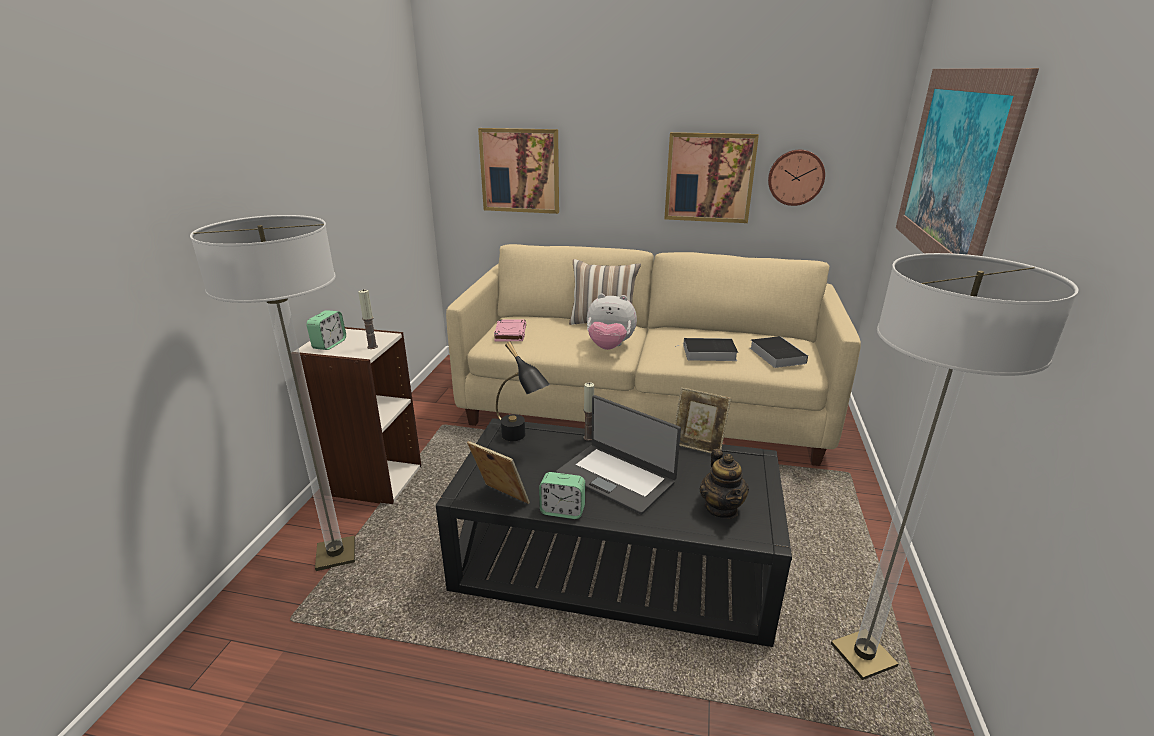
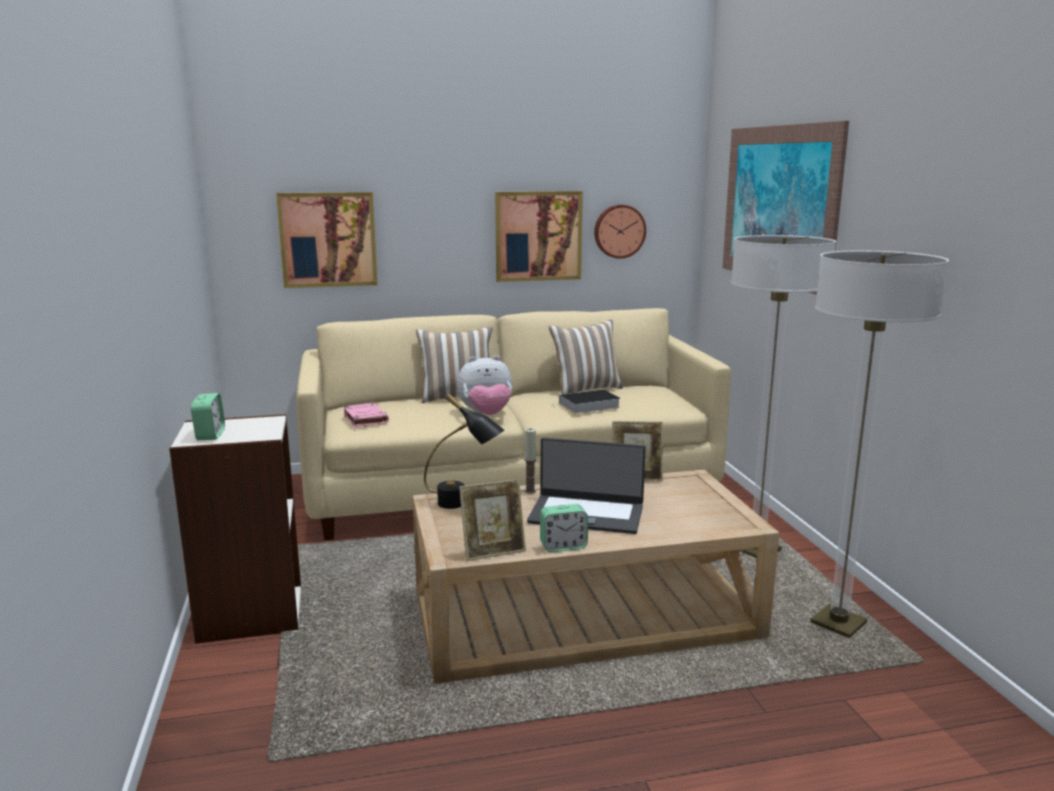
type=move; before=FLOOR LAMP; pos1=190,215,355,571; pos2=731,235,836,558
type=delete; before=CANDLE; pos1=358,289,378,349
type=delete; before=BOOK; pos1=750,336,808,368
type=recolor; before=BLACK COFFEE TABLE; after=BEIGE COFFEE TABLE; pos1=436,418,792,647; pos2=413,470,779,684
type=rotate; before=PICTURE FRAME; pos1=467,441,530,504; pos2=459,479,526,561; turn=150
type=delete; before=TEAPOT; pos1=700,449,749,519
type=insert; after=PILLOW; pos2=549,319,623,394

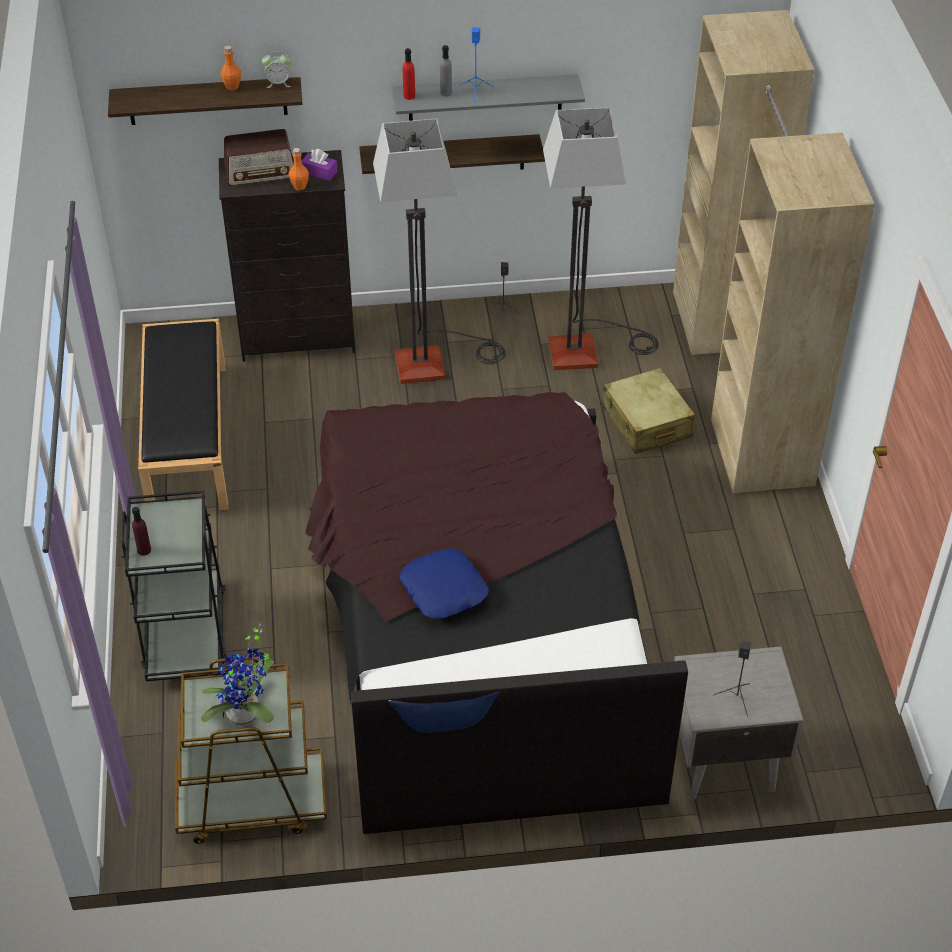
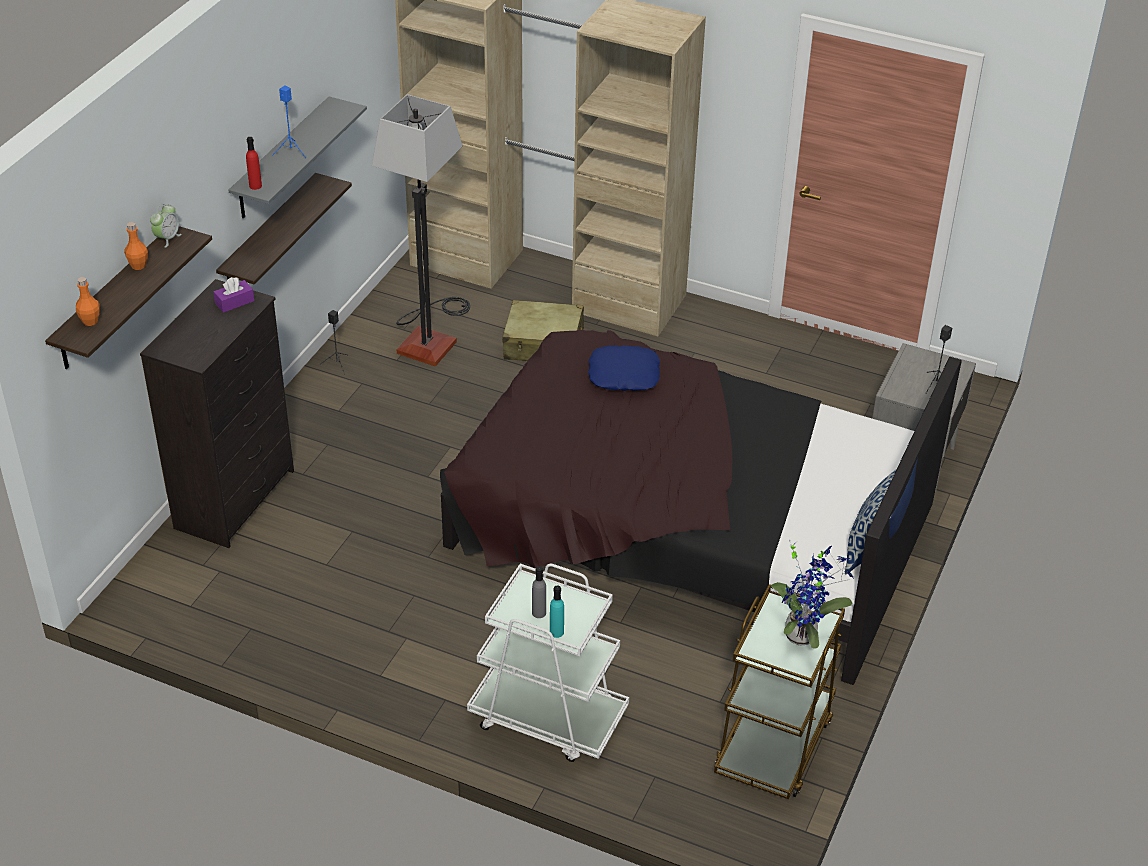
type=move; before=GREY BOTTLE; pos1=440,45,452,97; pos2=532,566,546,618
type=delete; before=FLOOR LAMP; pos1=373,118,506,384
type=delete; before=RADIO; pos1=224,129,294,186
type=move; before=ORANGE BOTTLE; pos1=289,148,309,190; pos2=76,277,99,326
type=delete; before=BLACK BENCH; pos1=138,319,228,510
type=recolor; before=BLACK CART; after=WHITE CART; pos1=121,491,227,681; pos2=467,563,629,762
type=recolor; before=PURPLE BOTTLE; after=TURQUOISE BOTTLE; pos1=132,507,151,556; pos2=550,585,564,638
type=move; before=BLUE PILLOW; pos1=400,548,489,619; pos2=588,345,660,391

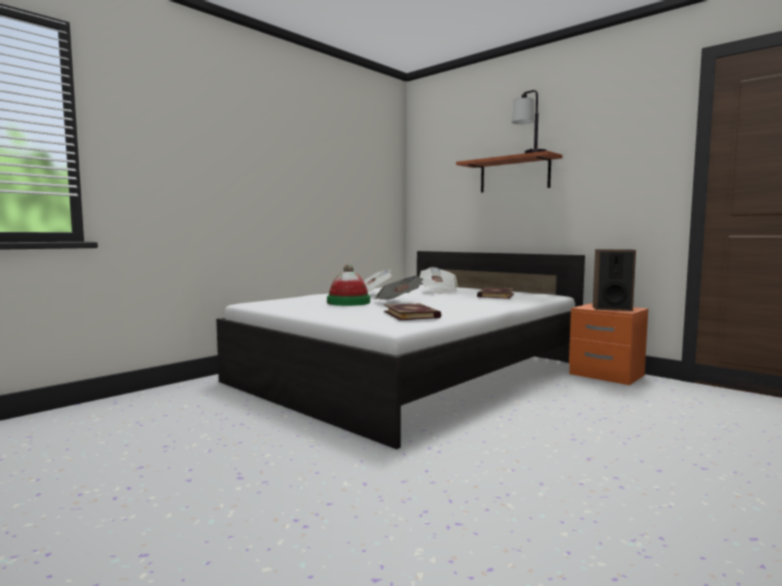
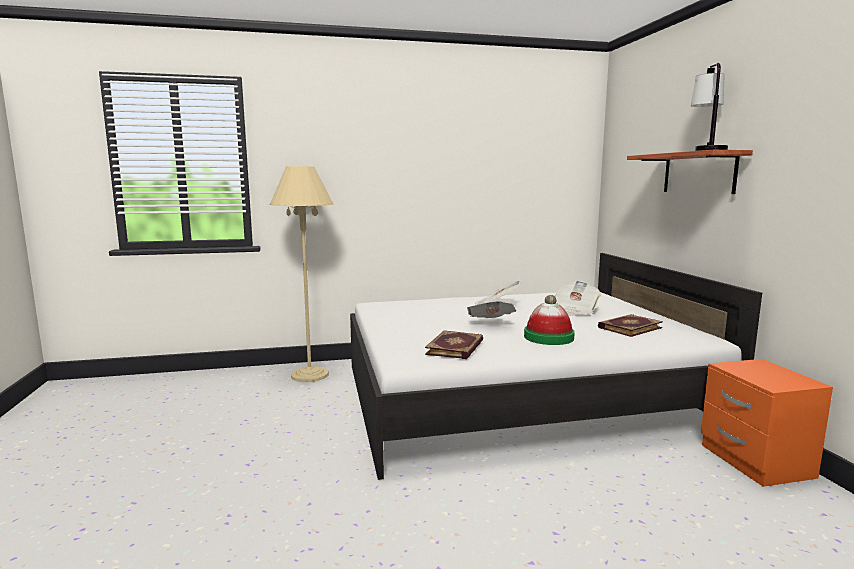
type=delete; before=SPEAKER; pos1=593,249,636,311
type=move; before=HAT; pos1=327,264,370,306; pos2=524,295,575,345
type=insert; after=BEIGE FLOOR LAMP; pos2=270,166,334,382

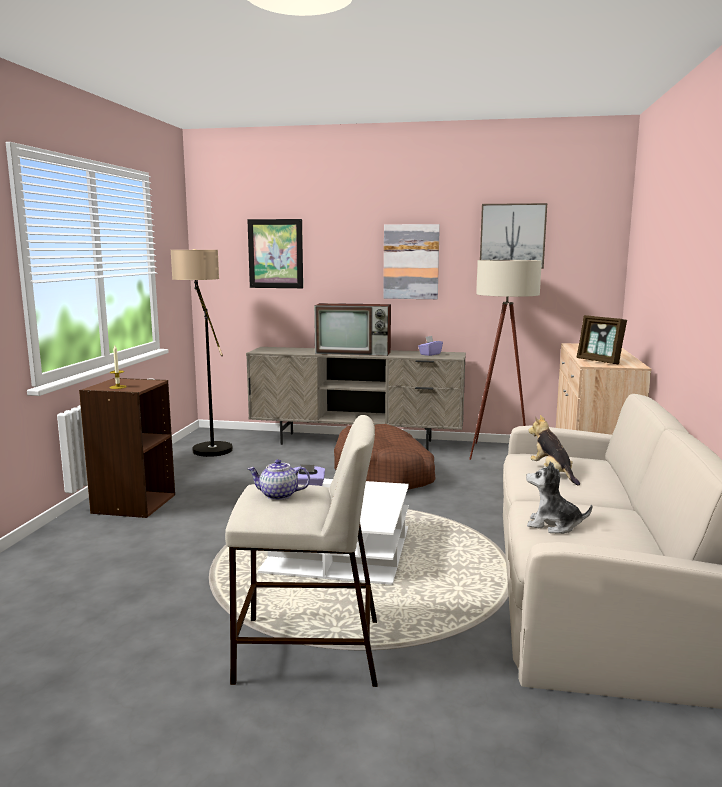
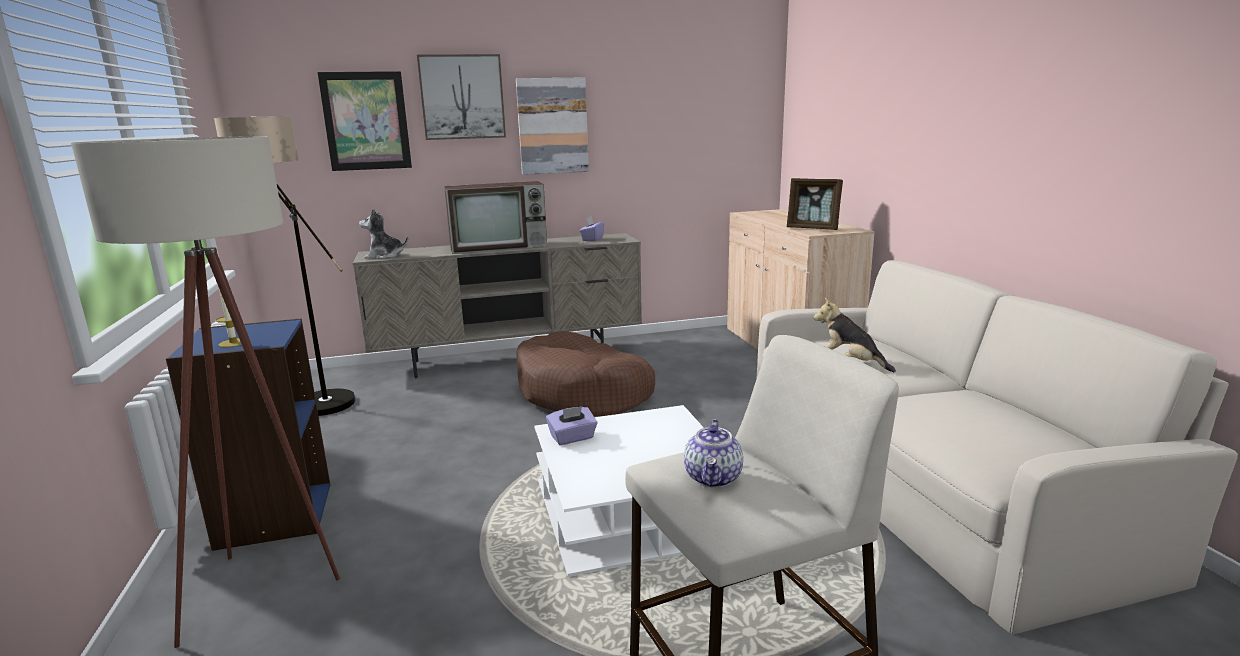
type=move; before=PICTURE; pos1=480,203,547,269; pos2=417,54,506,140
type=move; before=BEIGE FLOOR LAMP; pos1=469,260,542,460; pos2=71,136,340,648
type=recolor; before=BROWN BOOKCASE; after=BLUE BOOKCASE; pos1=79,378,175,518; pos2=166,318,330,551
type=rotate; before=TEAPOT; pos1=247,459,310,500; pos2=684,419,743,488; turn=-60
type=move; before=PLUSH TOY; pos1=526,461,592,534; pos2=359,209,408,259

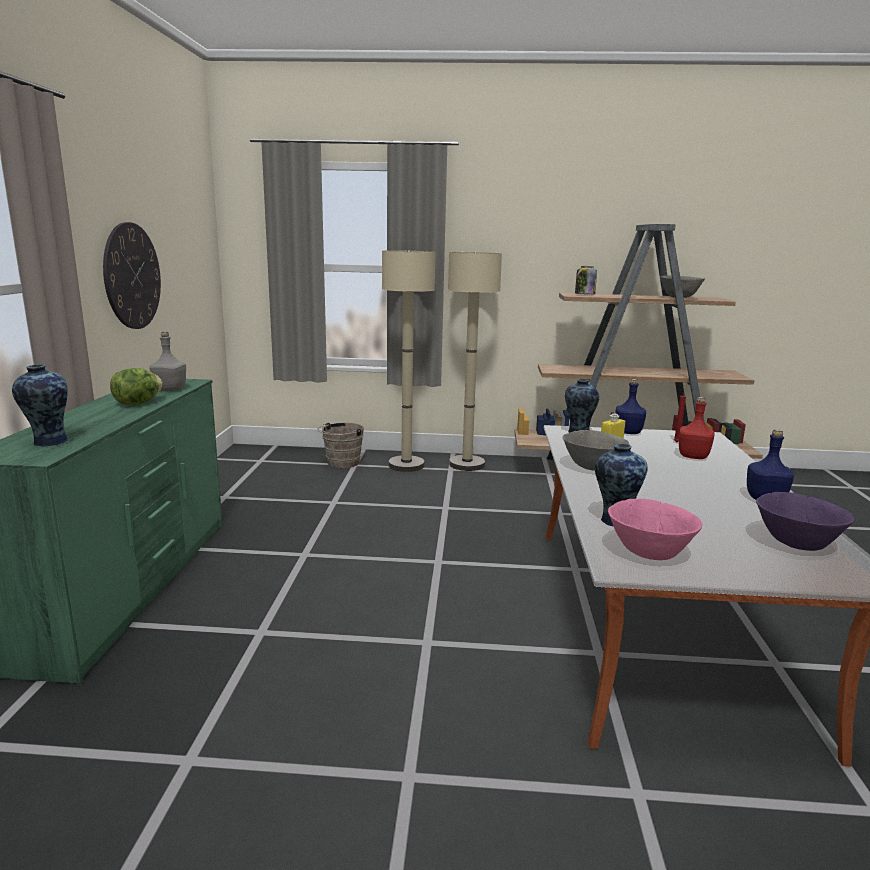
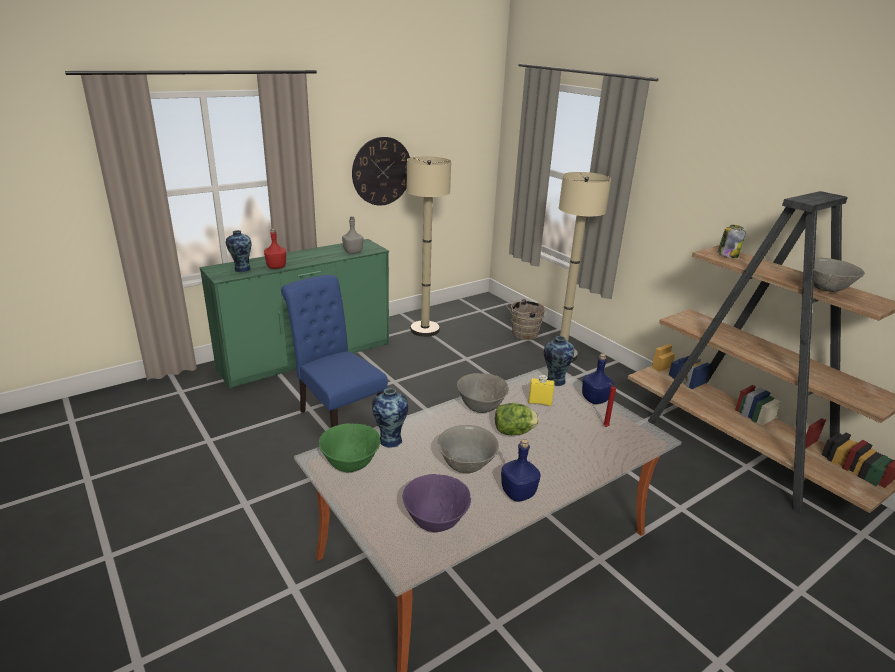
type=move; before=BEIGE FLOOR LAMP; pos1=448,252,502,471; pos2=406,156,451,337
type=move; before=LETTUCE; pos1=110,368,163,405; pos2=495,403,539,435
type=move; before=RED BOTTLE; pos1=679,397,715,459; pos2=264,229,286,269
type=recolor; before=PINK BOWL; after=GREEN BOWL; pos1=608,499,702,560; pos2=319,423,381,472
type=insert; after=BLUE CHAIR; pos2=281,275,388,427
type=insert; after=GREY BOWL; pos2=437,425,499,473

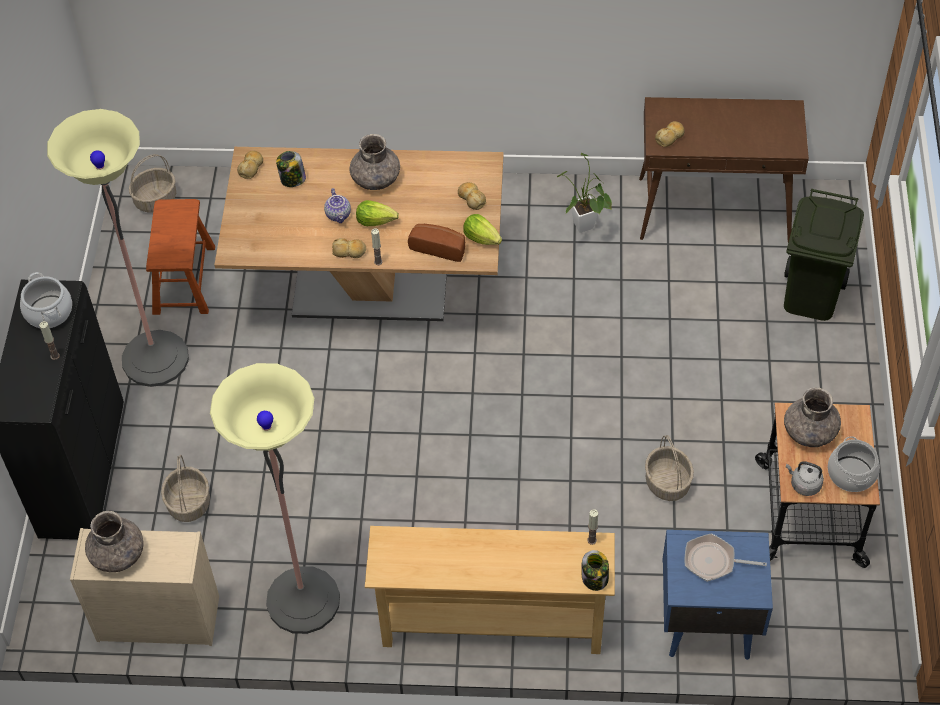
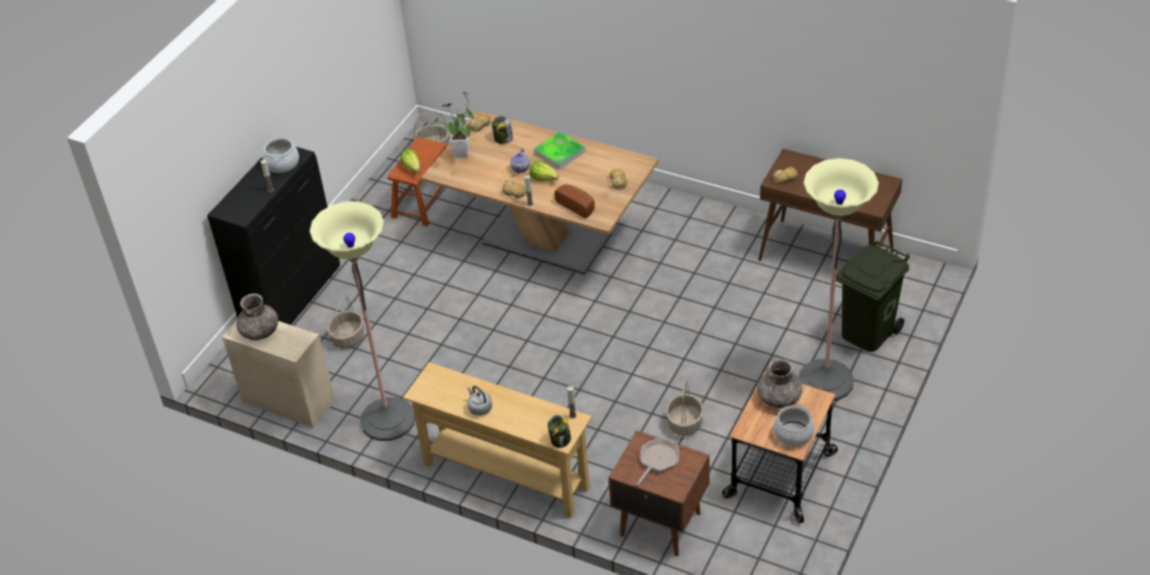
type=move; before=FLOOR LAMP; pos1=47,109,189,387; pos2=798,158,879,401
type=replace; before=GREY VASE; after=TRAY; pos1=350,134,400,190; pos2=534,132,585,169
type=move; before=POTTED PLANT; pos1=557,152,612,233; pos2=429,92,474,158
type=move; before=LETTUCE; pos1=463,214,502,245; pos2=401,149,420,173
type=move; before=GREY KETTLE; pos1=786,461,824,496; pos2=467,386,492,416
type=recolor; before=BLUE NIGHTSTAND; after=BROWN NIGHTSTAND; pos1=663,530,773,660; pos2=608,430,709,556
type=rotate; before=FRYING PAN; pos1=684,533,767,582; pos2=636,438,679,486; turn=90

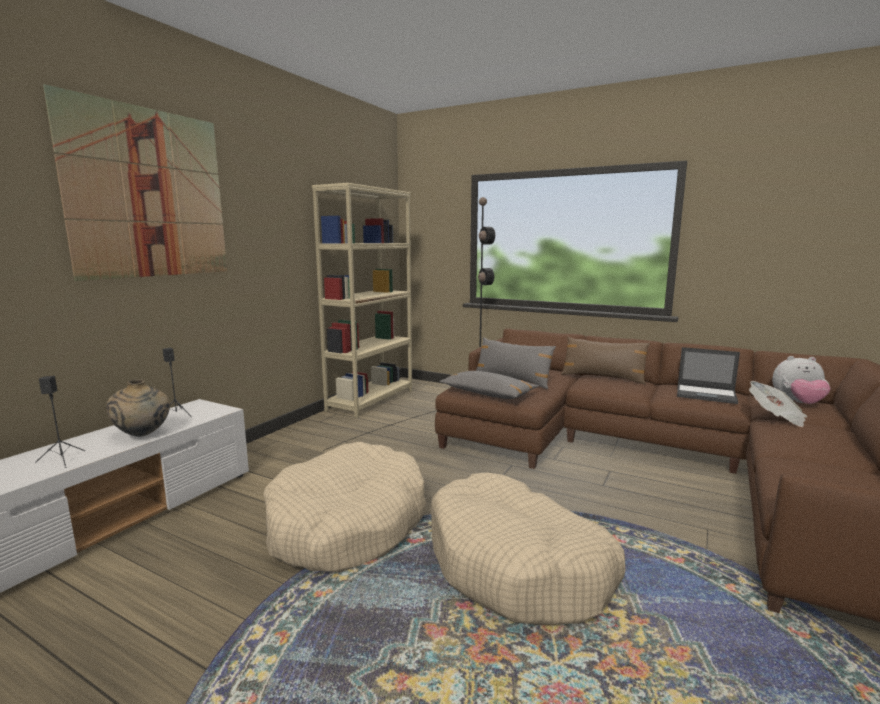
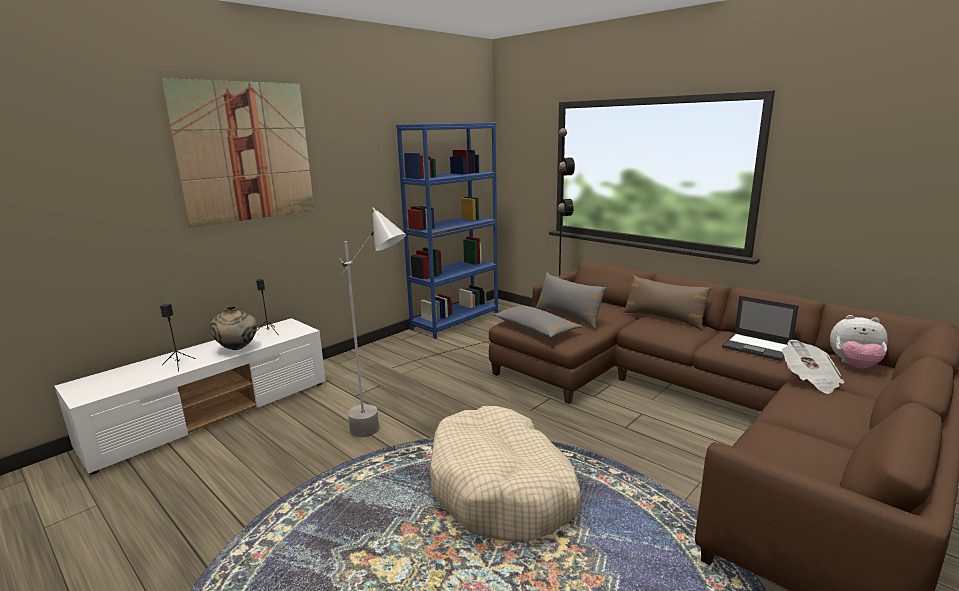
type=recolor; before=BEIGE BOOKCASE; after=BLUE BOOKCASE; pos1=312,183,412,418; pos2=396,123,498,339
type=replace; before=BEIGE DOG BED; after=GREY FLOOR LAMP; pos1=264,442,427,572; pos2=340,207,406,437

